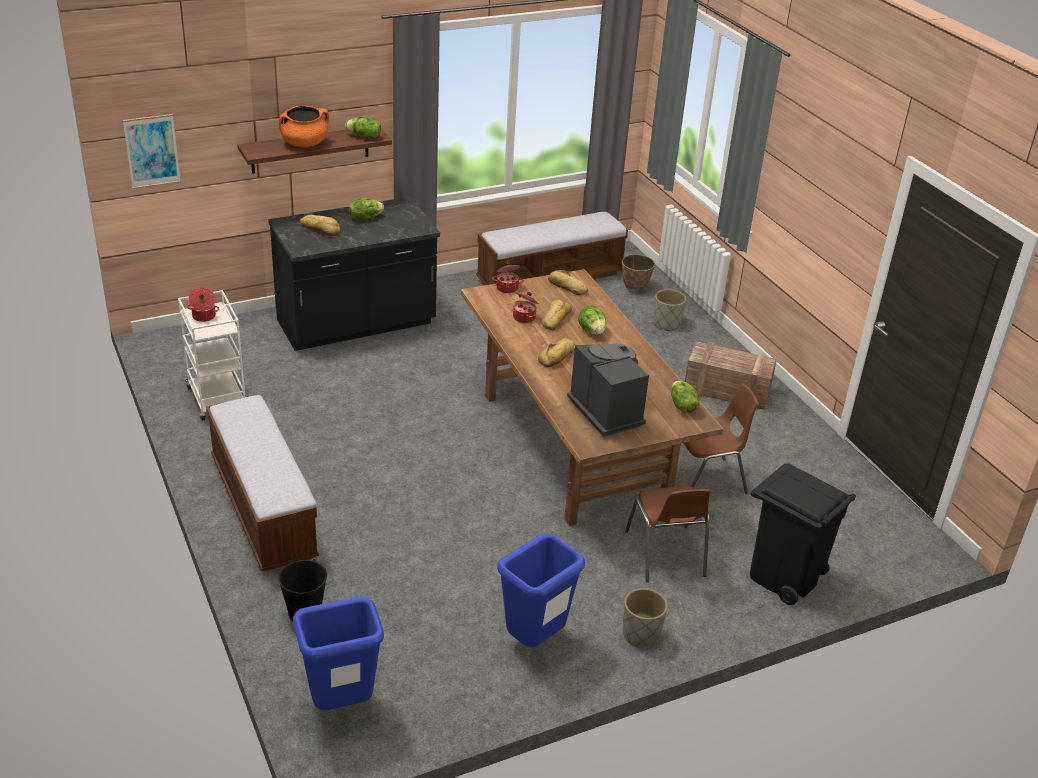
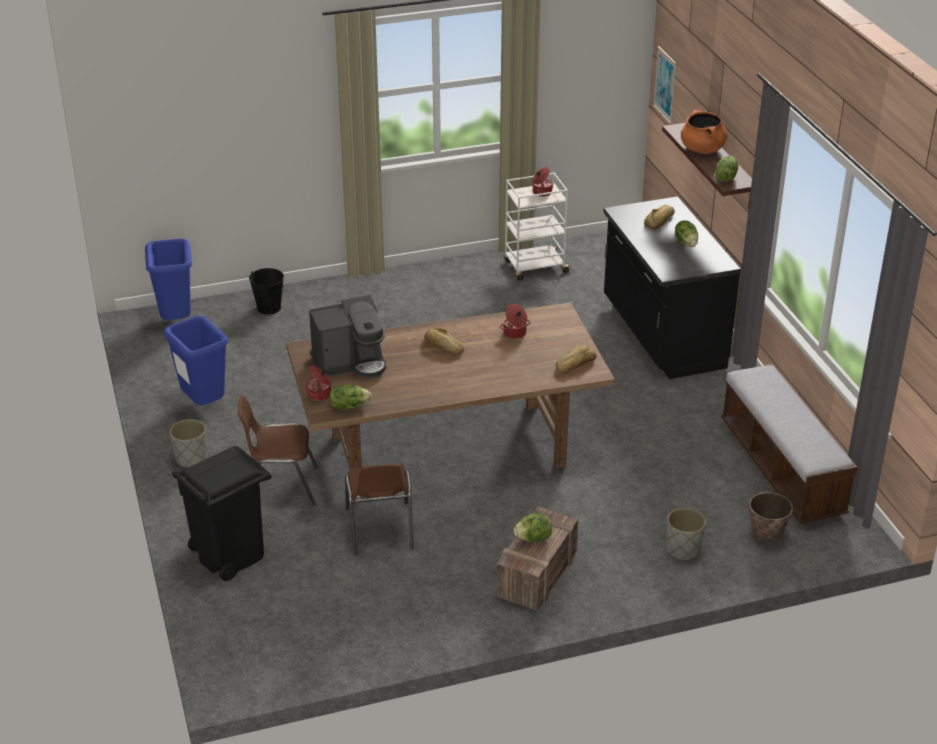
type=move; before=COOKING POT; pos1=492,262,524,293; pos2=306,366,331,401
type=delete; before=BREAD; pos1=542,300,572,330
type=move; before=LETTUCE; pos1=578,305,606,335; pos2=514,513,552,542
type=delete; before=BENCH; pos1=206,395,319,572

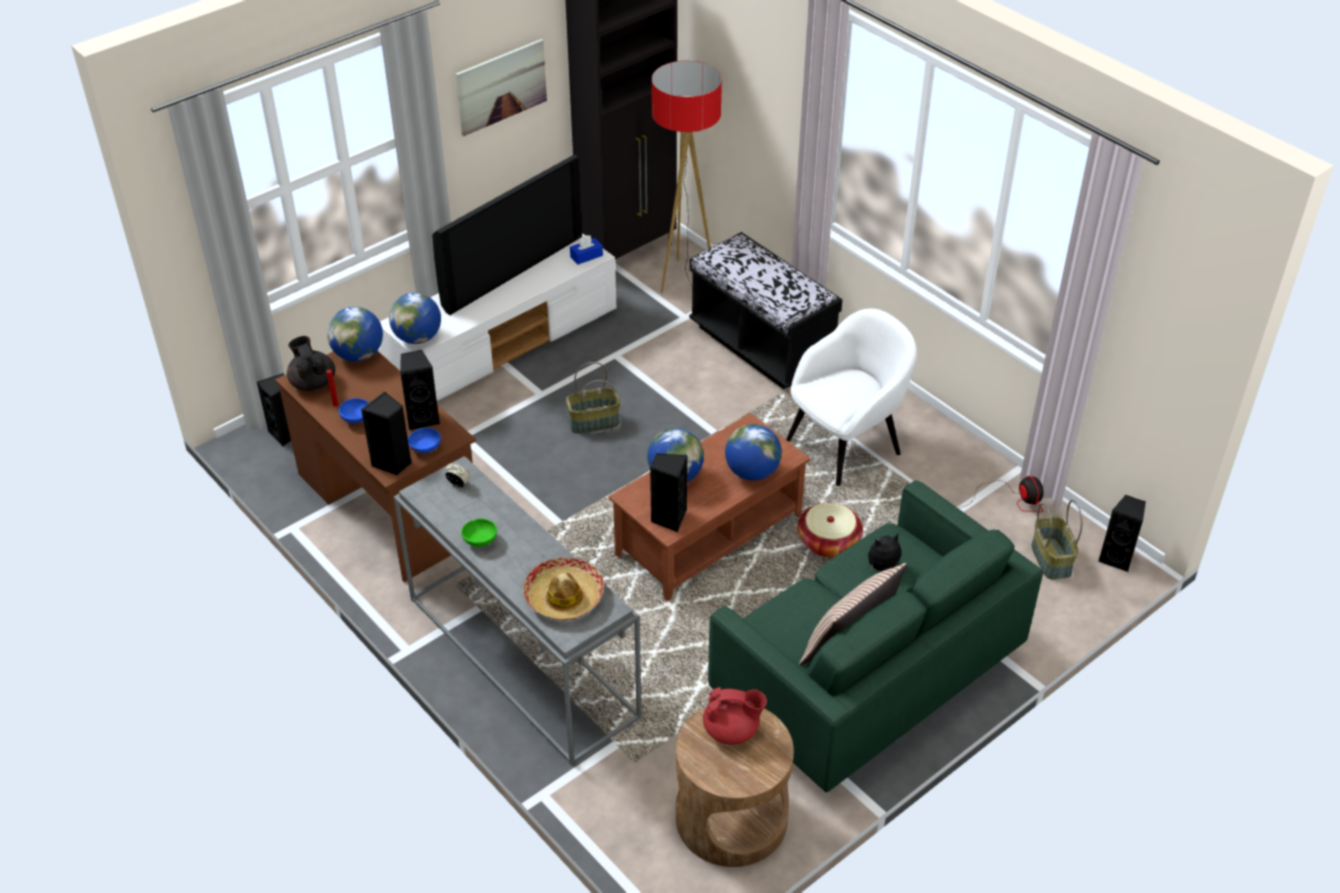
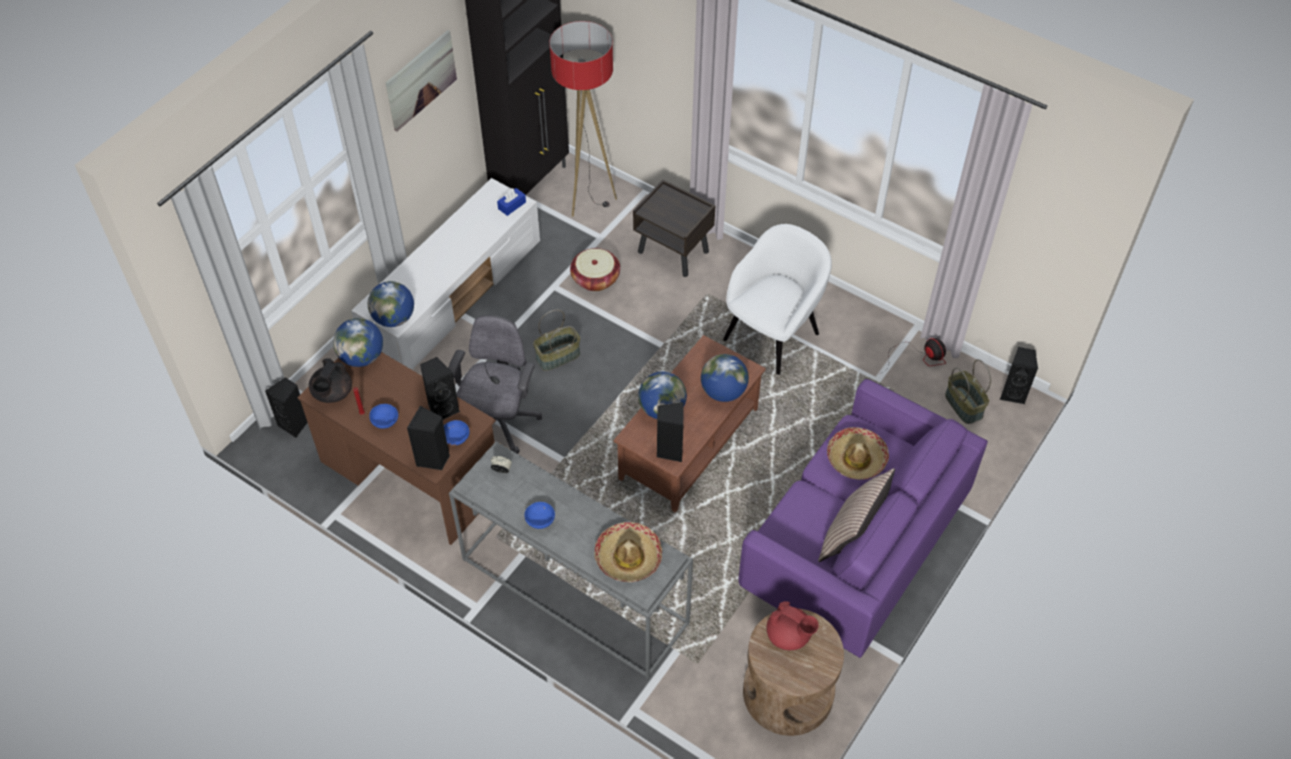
type=delete; before=TELEVISION; pos1=432,155,582,315
type=replace; before=BLACK BENCH; after=BROWN NIGHTSTAND; pos1=689,232,842,389; pos2=633,180,716,277
type=rotate; before=BLACK TEAPOT; pos1=287,336,335,391; pos2=309,358,352,403; turn=-120
type=recolor; before=GREEN SOFA; after=PURPLE SOFA; pos1=708,480,1043,793; pos2=738,379,988,658
type=move; before=BASKET; pos1=797,503,863,558; pos2=570,248,620,291
type=recolor; before=GREEN BOWL; after=BLUE BOWL; pos1=461,519,497,547; pos2=525,502,555,529
type=replace; before=PLUSH TOY; after=HAT; pos1=868,533,901,571; pos2=827,427,889,480
type=rotate; before=RED TEAPOT; pos1=703,687,767,745; pos2=767,601,819,650; turn=45
type=insert; after=GREY OFFICE CHAIR; pos2=448,315,542,454

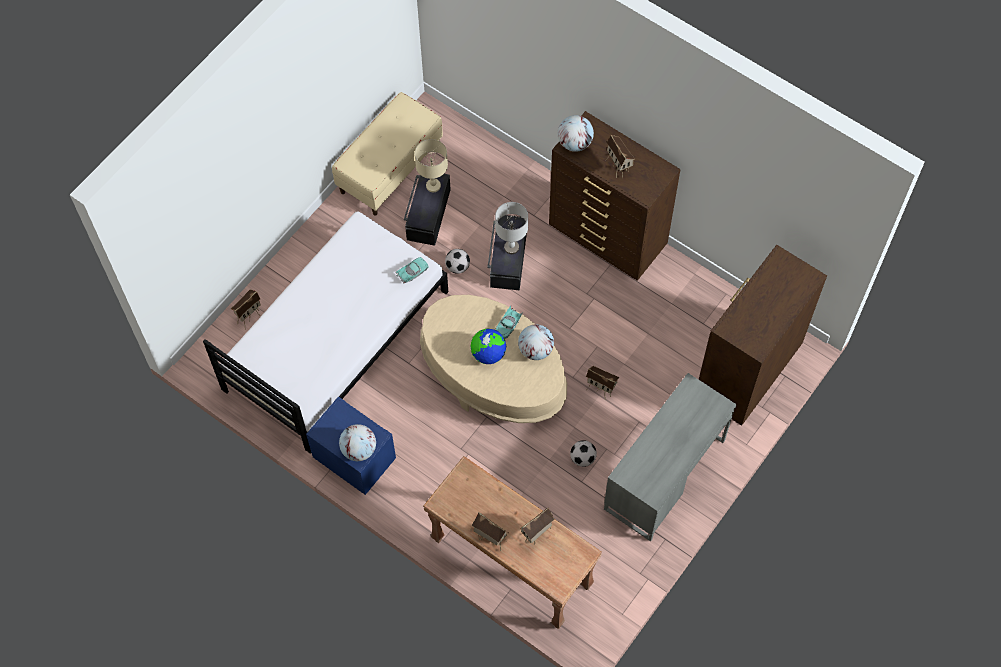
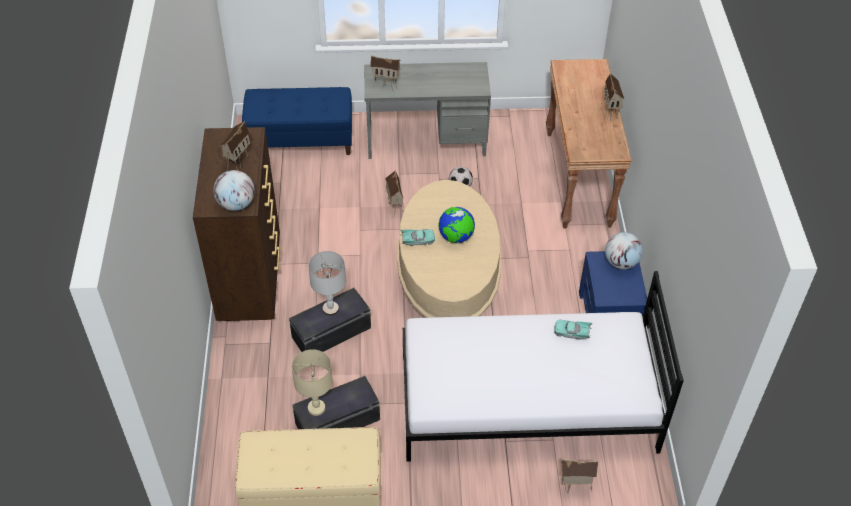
type=replace; before=BROWN DRESSER; after=BLUE BENCH; pos1=699,245,827,426; pos2=242,87,352,155
type=delete; before=FOOTBALL; pos1=445,249,470,274
type=move; before=TURQUOISE TOY CAR; pos1=395,257,429,284; pos2=554,320,592,340
type=delete; before=GLOBE; pos1=518,324,554,360
type=move; before=TOY HOUSE; pos1=520,507,555,546; pos2=370,55,402,90

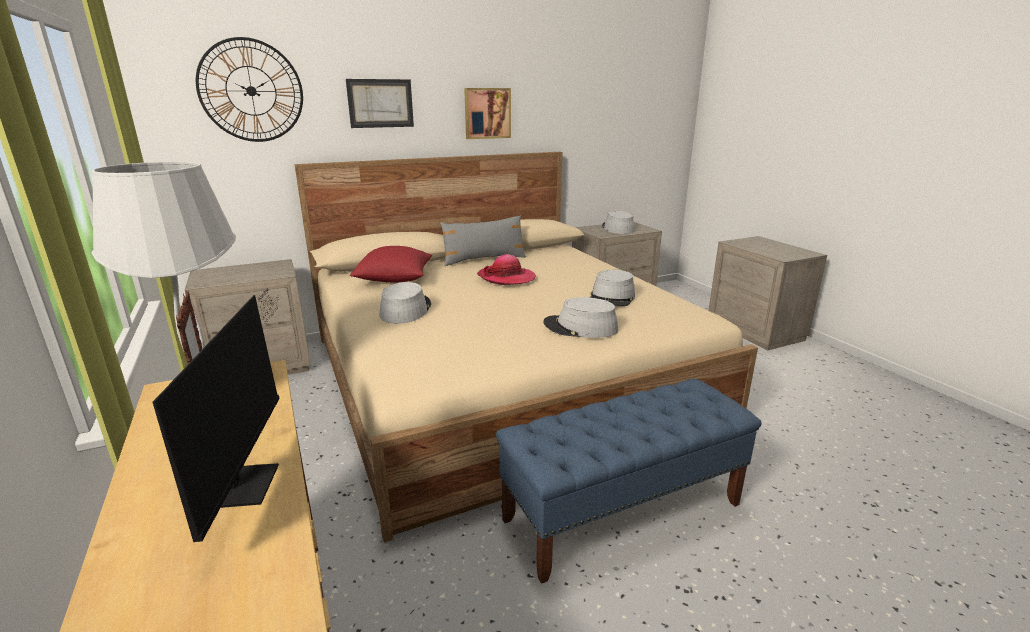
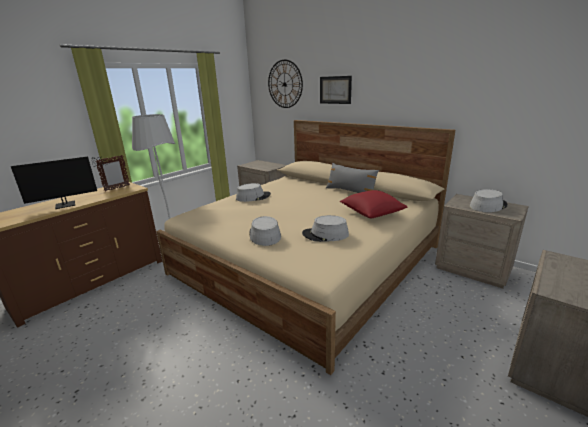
type=delete; before=PICTURE; pos1=464,88,511,139
type=move; before=RED PILLOW; pos1=350,246,432,282; pos2=340,190,407,218
type=delete; before=HAT; pos1=477,254,536,285
type=delete; before=BLUE BENCH; pos1=496,379,761,584

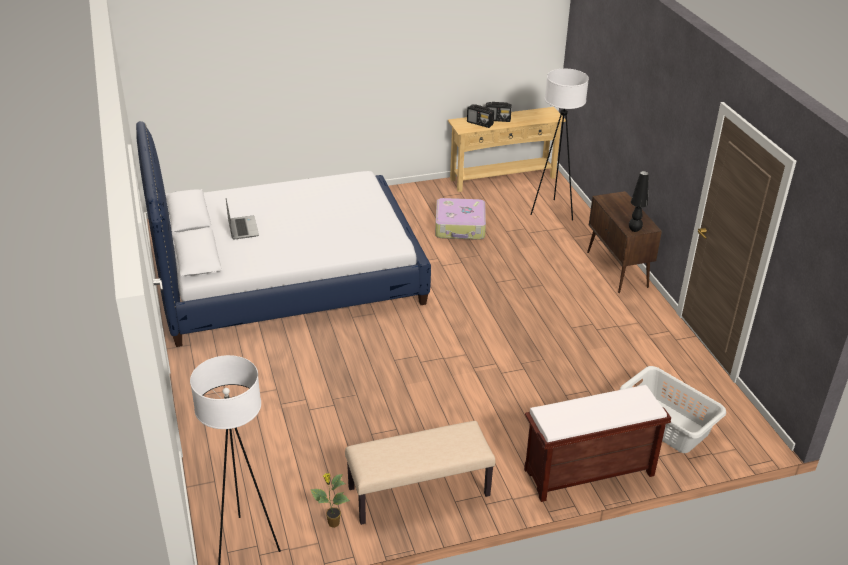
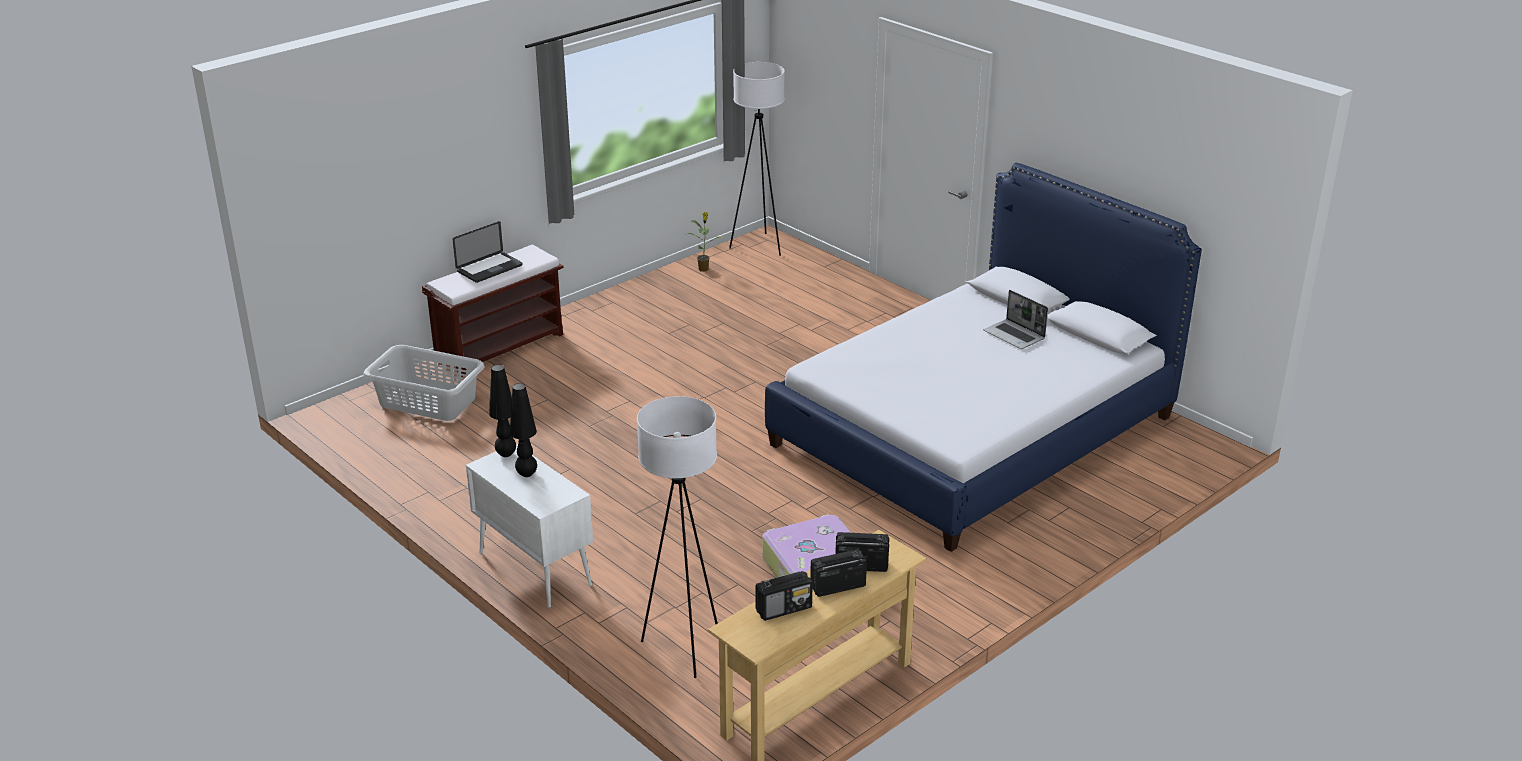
type=recolor; before=BROWN CABINET; after=WHITE CABINET; pos1=587,191,662,293; pos2=466,444,593,608
type=delete; before=BEIGE BENCH; pos1=345,421,495,525
type=insert; after=LAPTOP; pos2=453,221,523,283
type=insert; after=BLACK TABLE LAMP; pos2=510,383,537,477
type=insert; after=RADIO; pos2=755,571,813,621

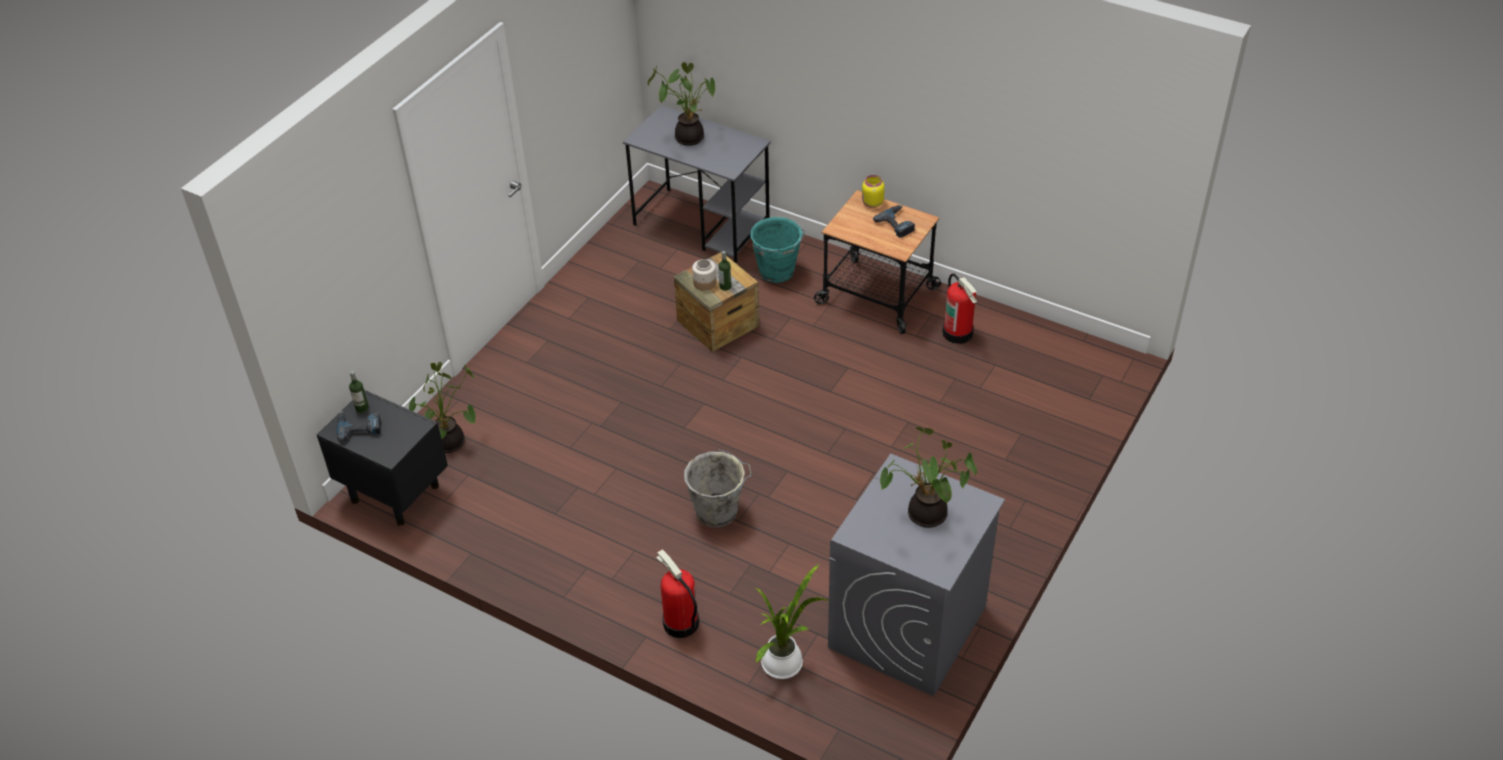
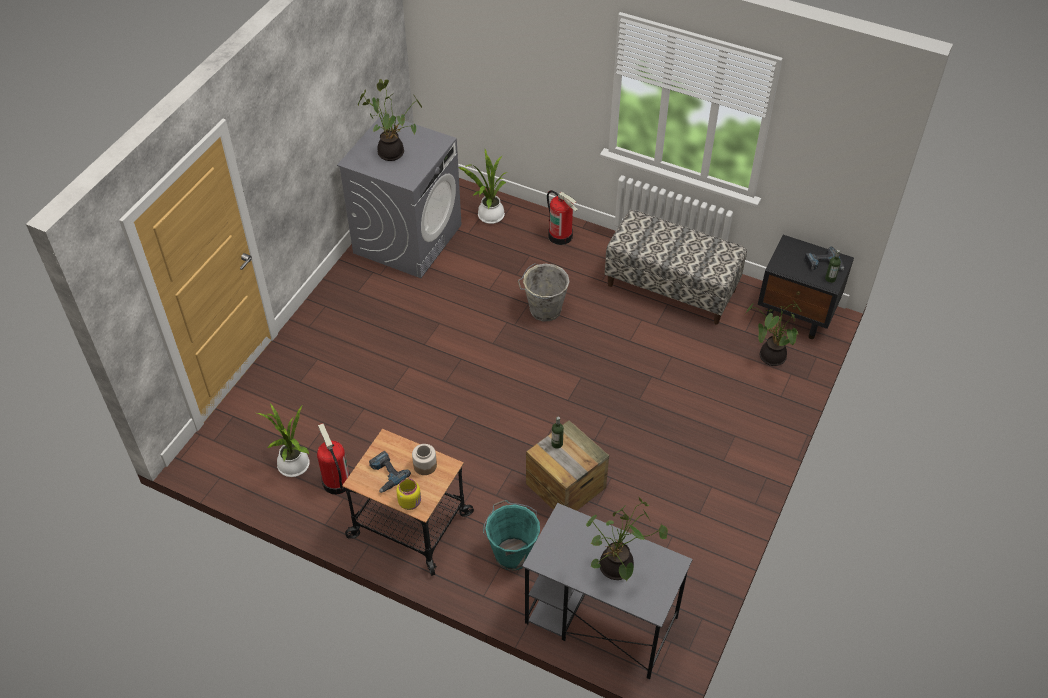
type=move; before=JAR; pos1=692,259,716,291; pos2=412,444,437,475
type=insert; after=BENCH; pos2=605,210,747,325
type=insert; after=POTTED PLANT; pos2=257,403,310,477

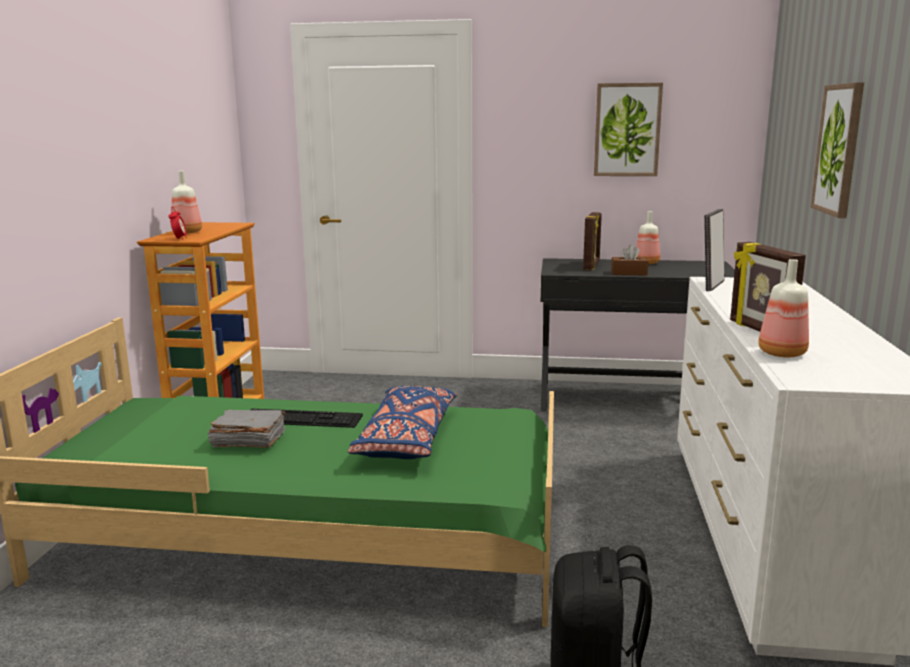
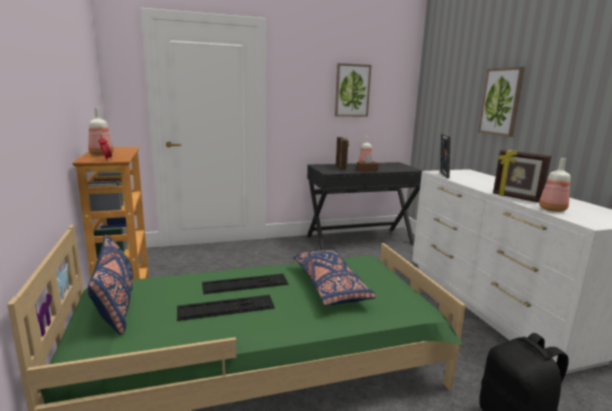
type=replace; before=GREY BOOK; after=KEYBOARD; pos1=208,409,286,448; pos2=177,295,275,321
type=insert; after=BLUE PILLOW; pos2=88,235,133,335

